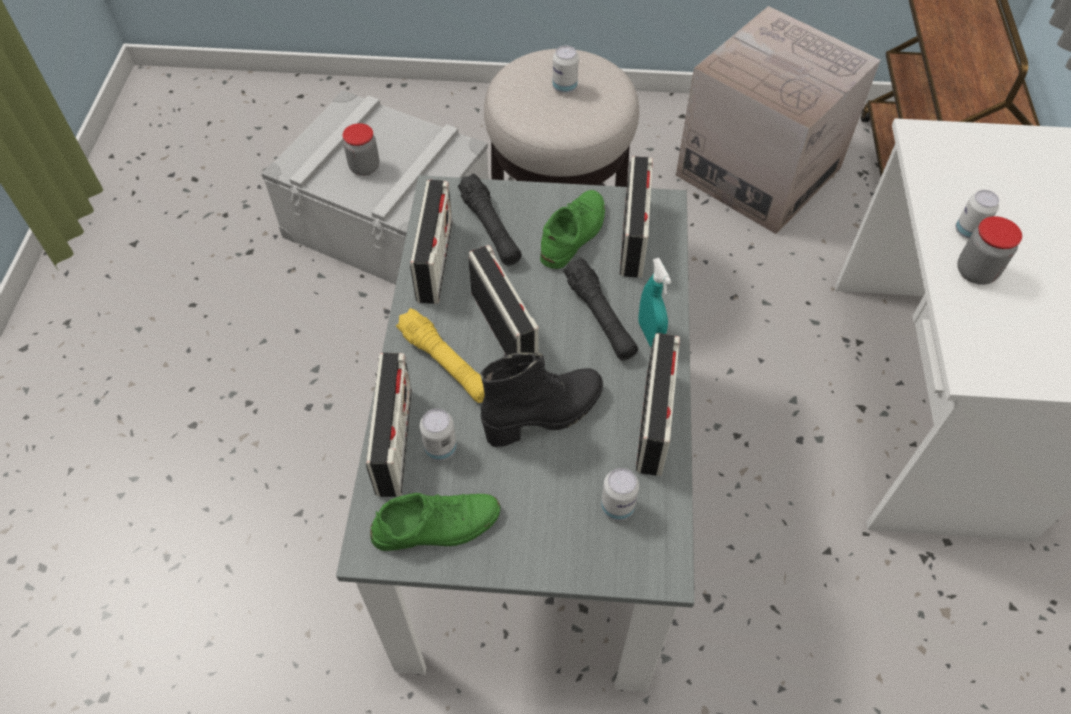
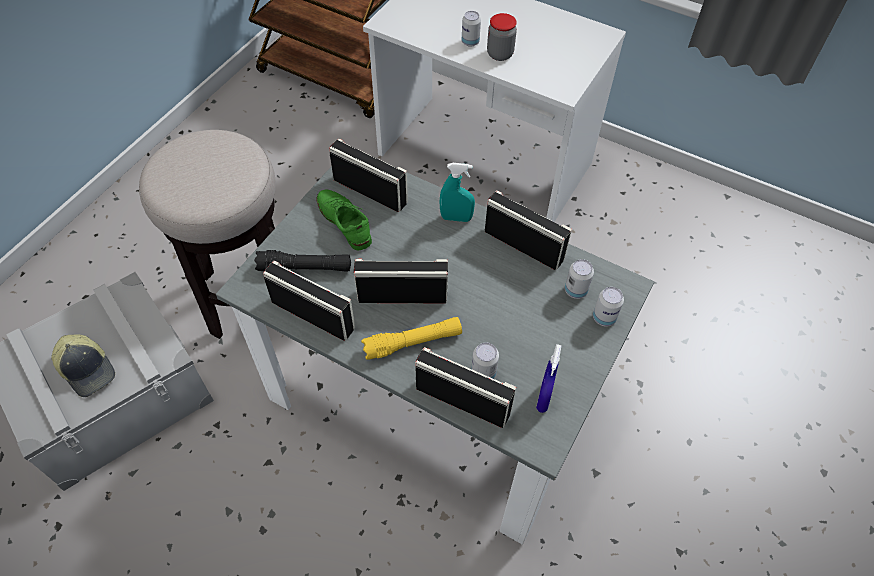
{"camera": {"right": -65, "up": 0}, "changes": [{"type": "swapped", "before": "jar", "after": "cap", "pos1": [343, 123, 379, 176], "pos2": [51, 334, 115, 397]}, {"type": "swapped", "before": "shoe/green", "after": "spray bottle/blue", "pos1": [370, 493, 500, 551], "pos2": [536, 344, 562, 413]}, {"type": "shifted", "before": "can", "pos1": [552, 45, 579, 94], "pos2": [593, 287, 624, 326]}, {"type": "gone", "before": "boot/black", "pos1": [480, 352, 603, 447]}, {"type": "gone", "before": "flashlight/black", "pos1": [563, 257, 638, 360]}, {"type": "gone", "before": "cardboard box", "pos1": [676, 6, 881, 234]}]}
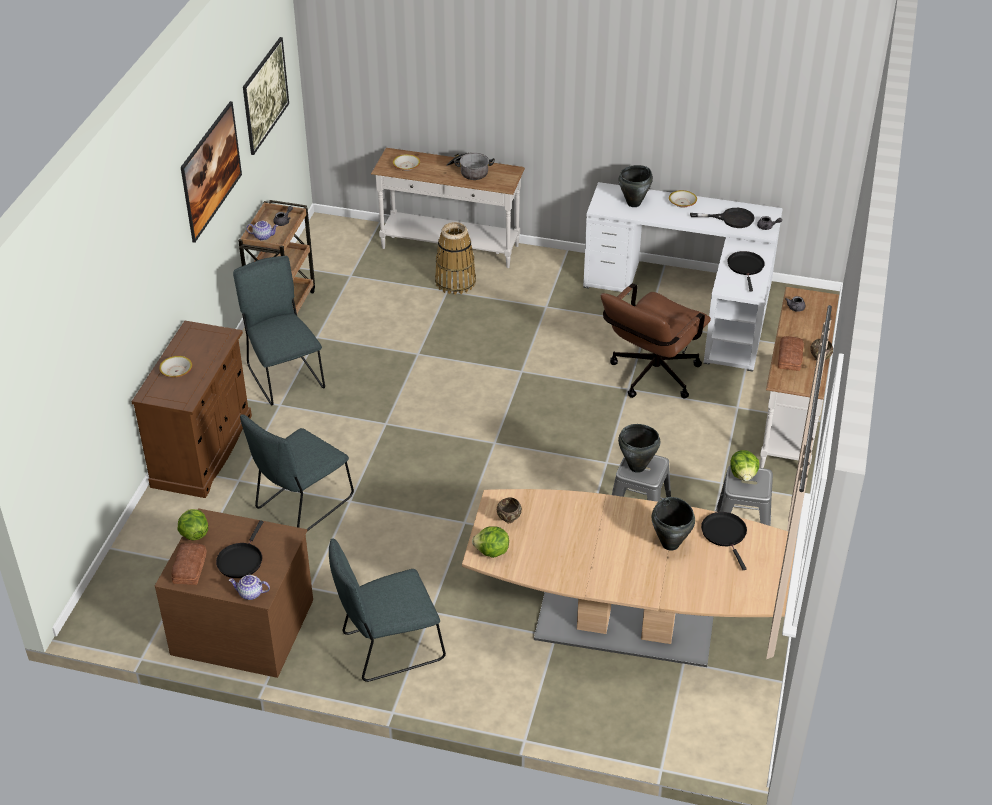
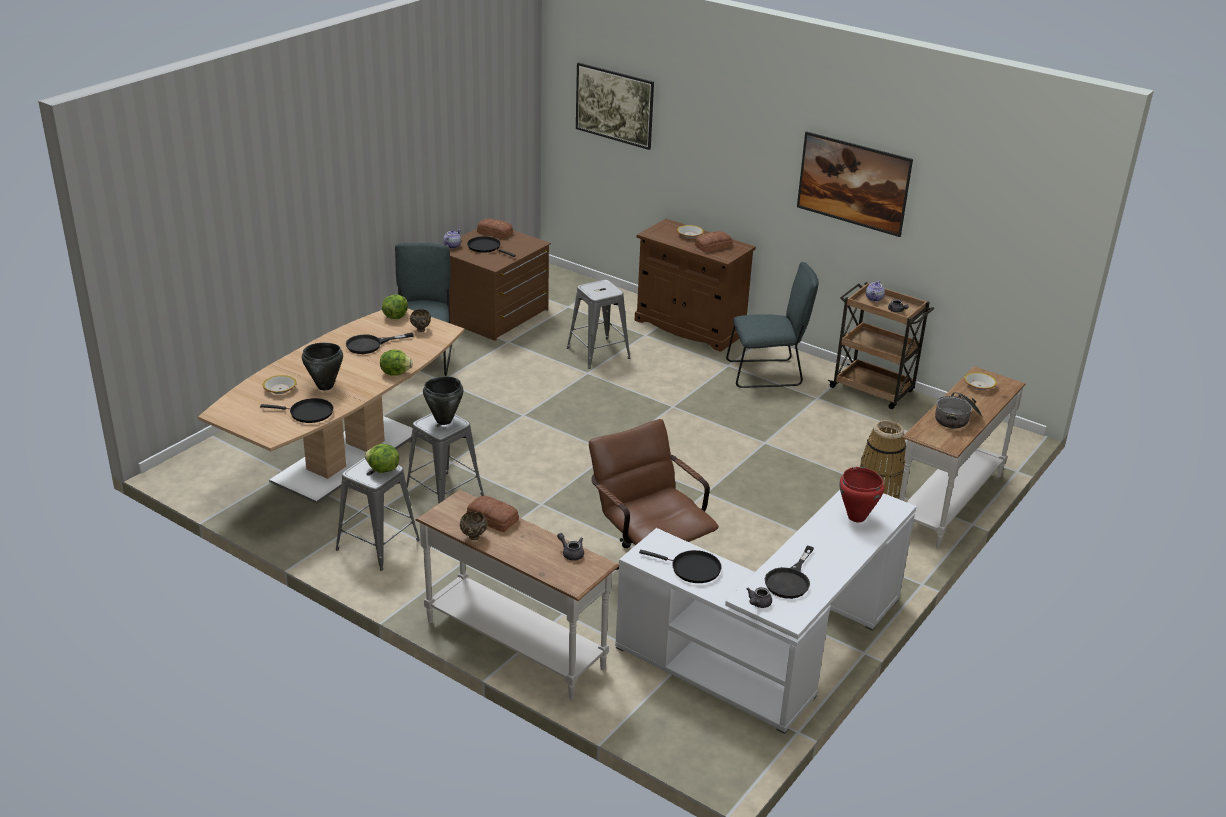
{"camera": {"right": 110, "up": -10}, "changes": [{"type": "shifted", "before": "bowl", "pos1": [669, 190, 697, 208], "pos2": [263, 375, 297, 394]}, {"type": "new", "after": "frying pan/black", "pos2": [345, 333, 414, 354]}, {"type": "shifted", "before": "lettuce", "pos1": [177, 509, 208, 540], "pos2": [380, 349, 413, 376]}, {"type": "swapped", "before": "chair/grey", "after": "stool/grey", "pos1": [240, 414, 354, 530], "pos2": [567, 280, 630, 369]}, {"type": "shifted", "before": "picture", "pos1": [243, 37, 289, 155], "pos2": [576, 62, 654, 150]}, {"type": "new", "after": "bread", "pos2": [695, 231, 732, 252]}, {"type": "repainted", "before": "cooking pot/black", "after": "cooking pot/red", "pos1": [618, 165, 653, 207], "pos2": [839, 467, 884, 522]}]}
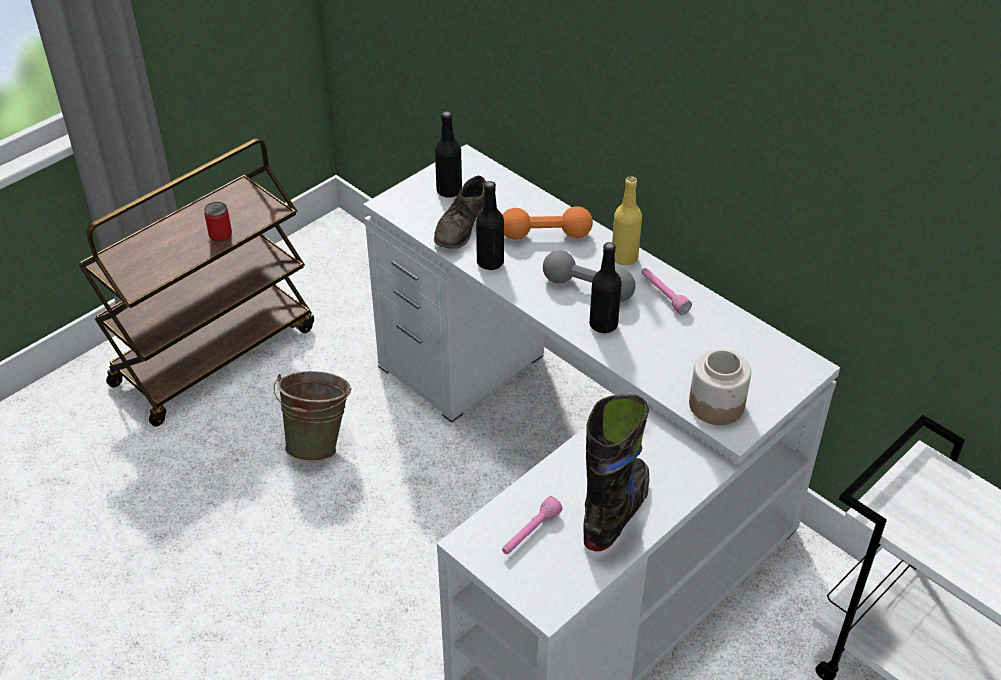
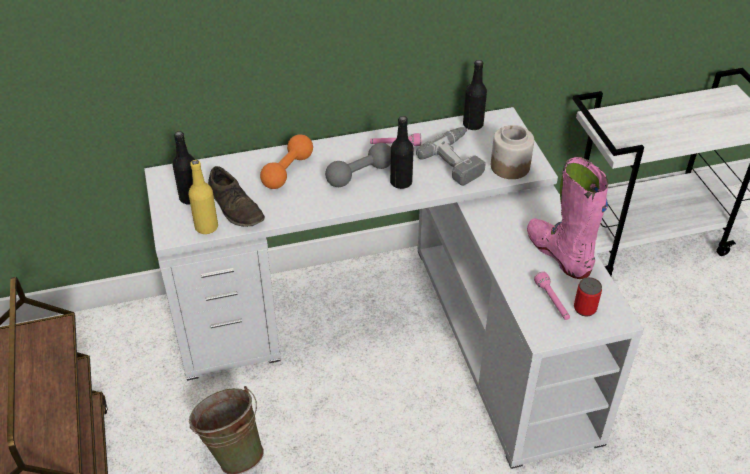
{"camera": {"right": -60, "up": 0}, "changes": [{"type": "shifted", "before": "bottle/yellow", "pos1": [612, 176, 642, 265], "pos2": [188, 160, 218, 234]}, {"type": "new", "after": "power drill", "pos2": [416, 127, 486, 186]}, {"type": "shifted", "before": "bottle/black", "pos1": [476, 181, 504, 270], "pos2": [463, 60, 487, 130]}, {"type": "repainted", "before": "boot/black", "after": "boot/pink", "pos1": [584, 394, 649, 551], "pos2": [527, 157, 608, 279]}, {"type": "shifted", "before": "can", "pos1": [204, 202, 232, 242], "pos2": [574, 277, 602, 316]}]}
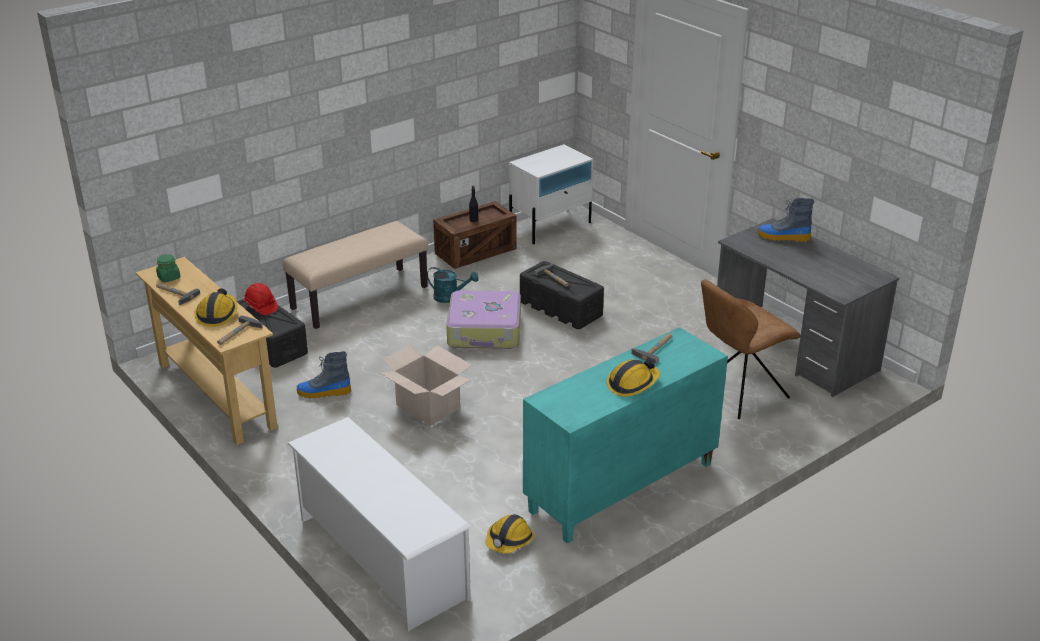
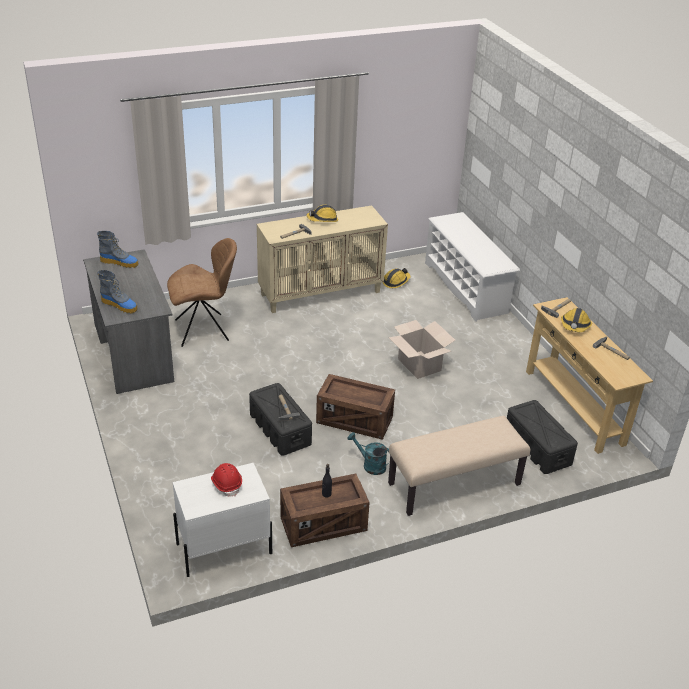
{"camera": {"right": -165, "up": 5}, "changes": [{"type": "shifted", "before": "boot", "pos1": [297, 351, 351, 399], "pos2": [97, 231, 139, 268]}, {"type": "shifted", "before": "hard hat/red", "pos1": [244, 283, 278, 315], "pos2": [211, 463, 242, 497]}, {"type": "repainted", "before": "cabinet/turquoise", "after": "cabinet/beige", "pos1": [523, 327, 728, 544], "pos2": [257, 205, 388, 313]}, {"type": "swapped", "before": "suitcase", "after": "crate", "pos1": [446, 290, 521, 349], "pos2": [316, 374, 395, 440]}, {"type": "gone", "before": "jar/green", "pos1": [156, 254, 180, 282]}]}
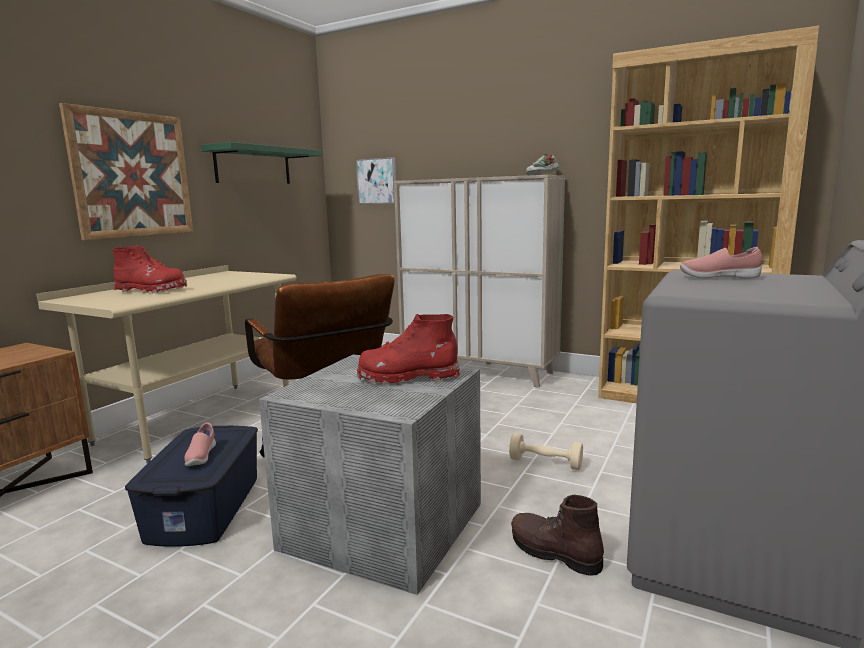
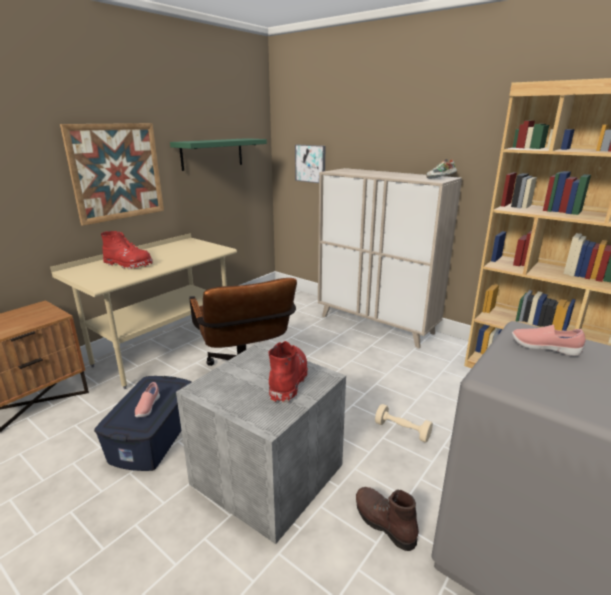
{"camera": {"right": 10, "up": 10}, "changes": [{"type": "rotated", "before": "boot/red", "pos1": [357, 314, 460, 386], "pos2": [269, 341, 308, 403], "turn": 90}]}
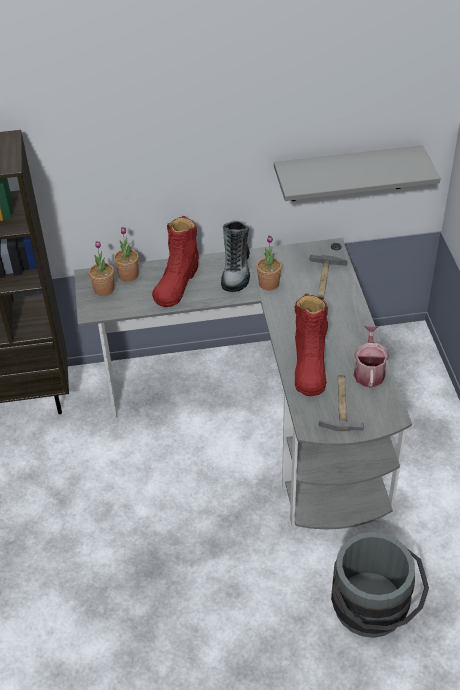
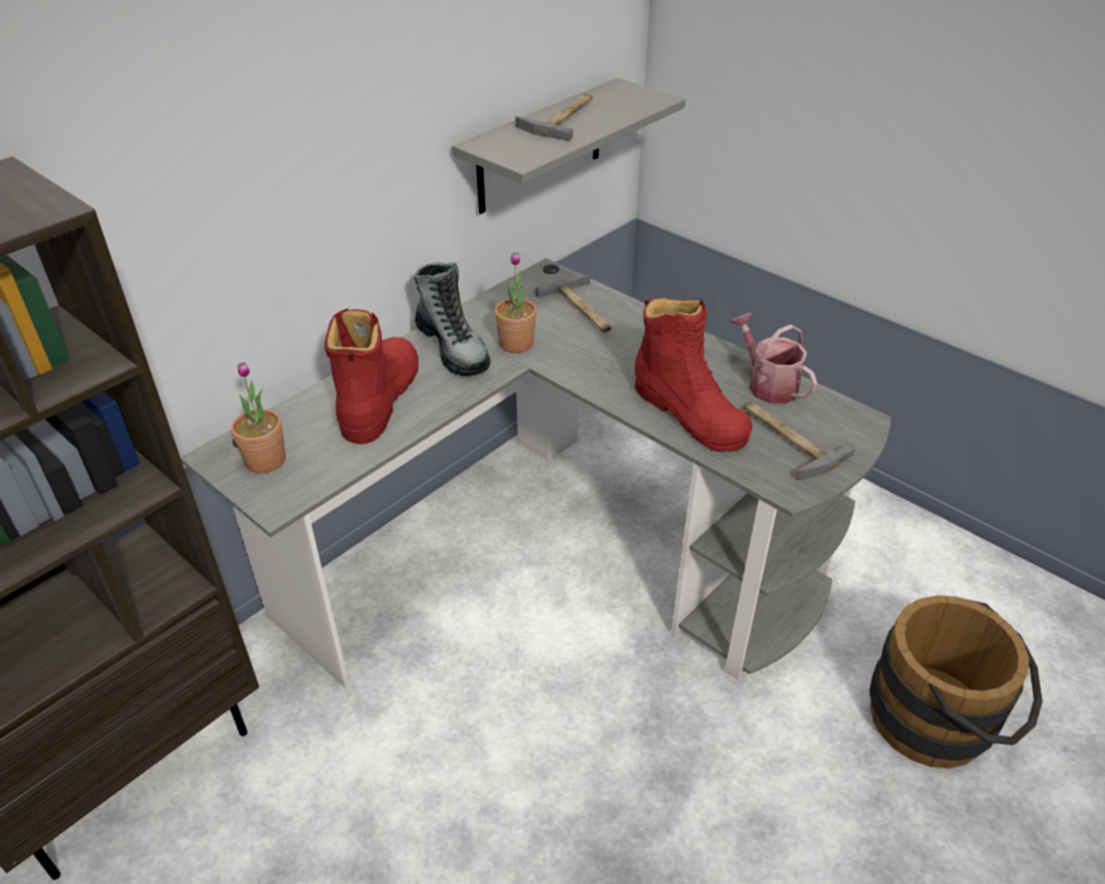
{"camera": {"right": -40, "up": -5}, "changes": [{"type": "rotated", "before": "boot/red", "pos1": [152, 216, 199, 307], "pos2": [325, 308, 418, 444], "turn": -150}, {"type": "new", "after": "hammer", "pos2": [515, 94, 593, 141]}, {"type": "repainted", "before": "bucket/grey", "after": "bucket/brown", "pos1": [331, 532, 429, 638], "pos2": [869, 595, 1043, 768]}, {"type": "gone", "before": "potted plant", "pos1": [114, 227, 139, 282]}]}
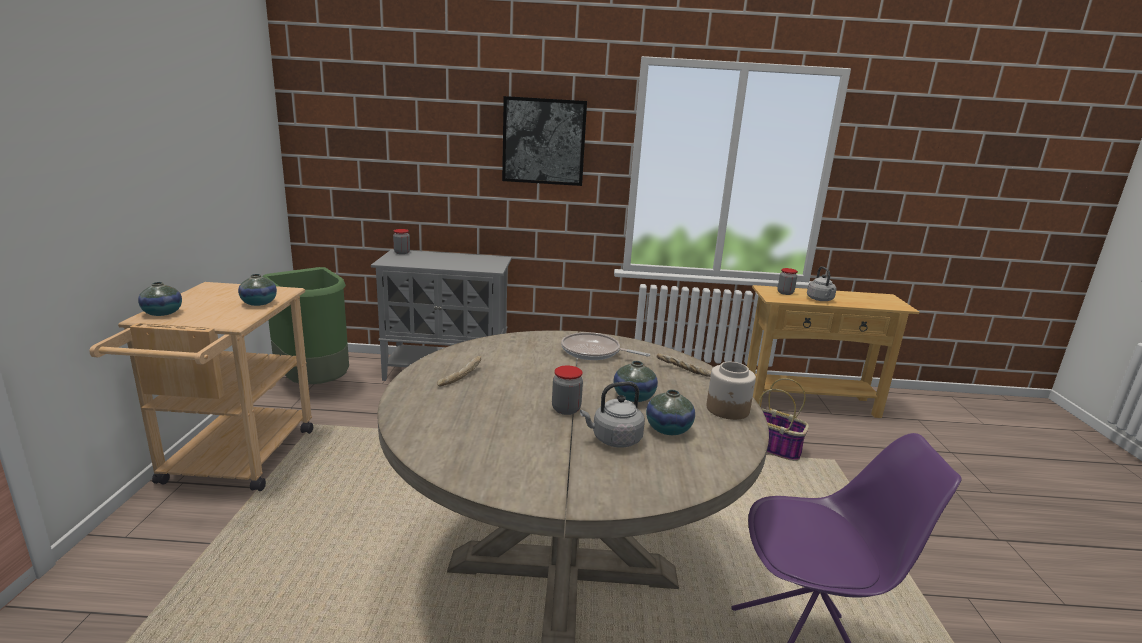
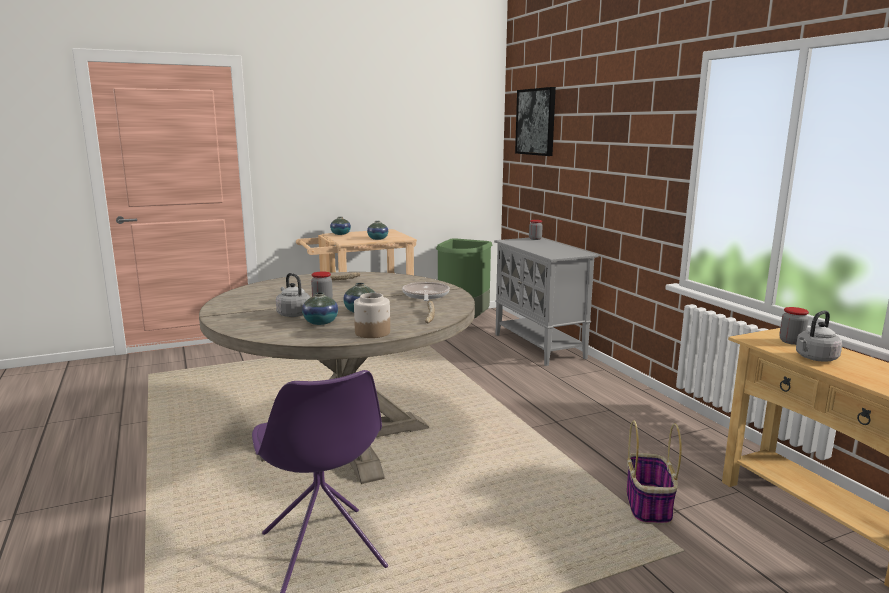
{"camera": {"right": 65, "up": -5}, "changes": [{"type": "shifted", "before": "picture", "pos1": [502, 96, 587, 186], "pos2": [515, 87, 556, 156]}]}
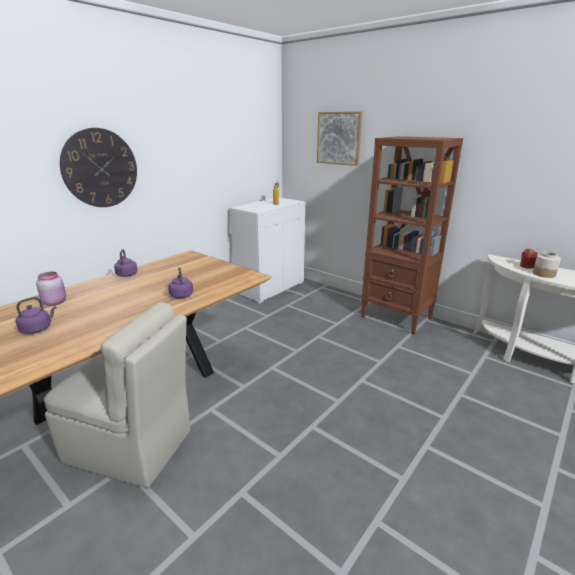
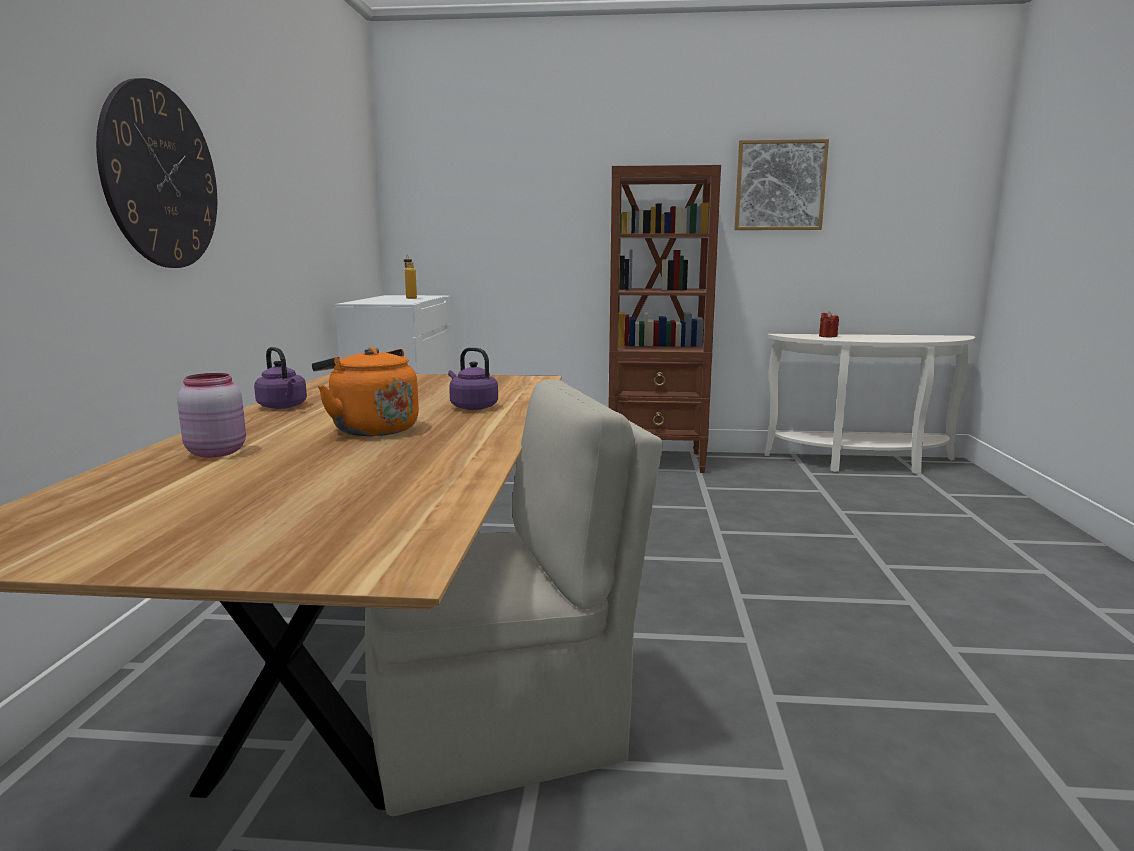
{"camera": {"right": -35, "up": -10}, "changes": [{"type": "new", "after": "kettle/orange", "pos2": [312, 347, 419, 436]}, {"type": "shifted", "before": "picture", "pos1": [317, 112, 362, 166], "pos2": [734, 139, 829, 230]}, {"type": "gone", "before": "kettle/purple", "pos1": [16, 297, 57, 334]}, {"type": "gone", "before": "jar", "pos1": [533, 252, 561, 278]}]}
